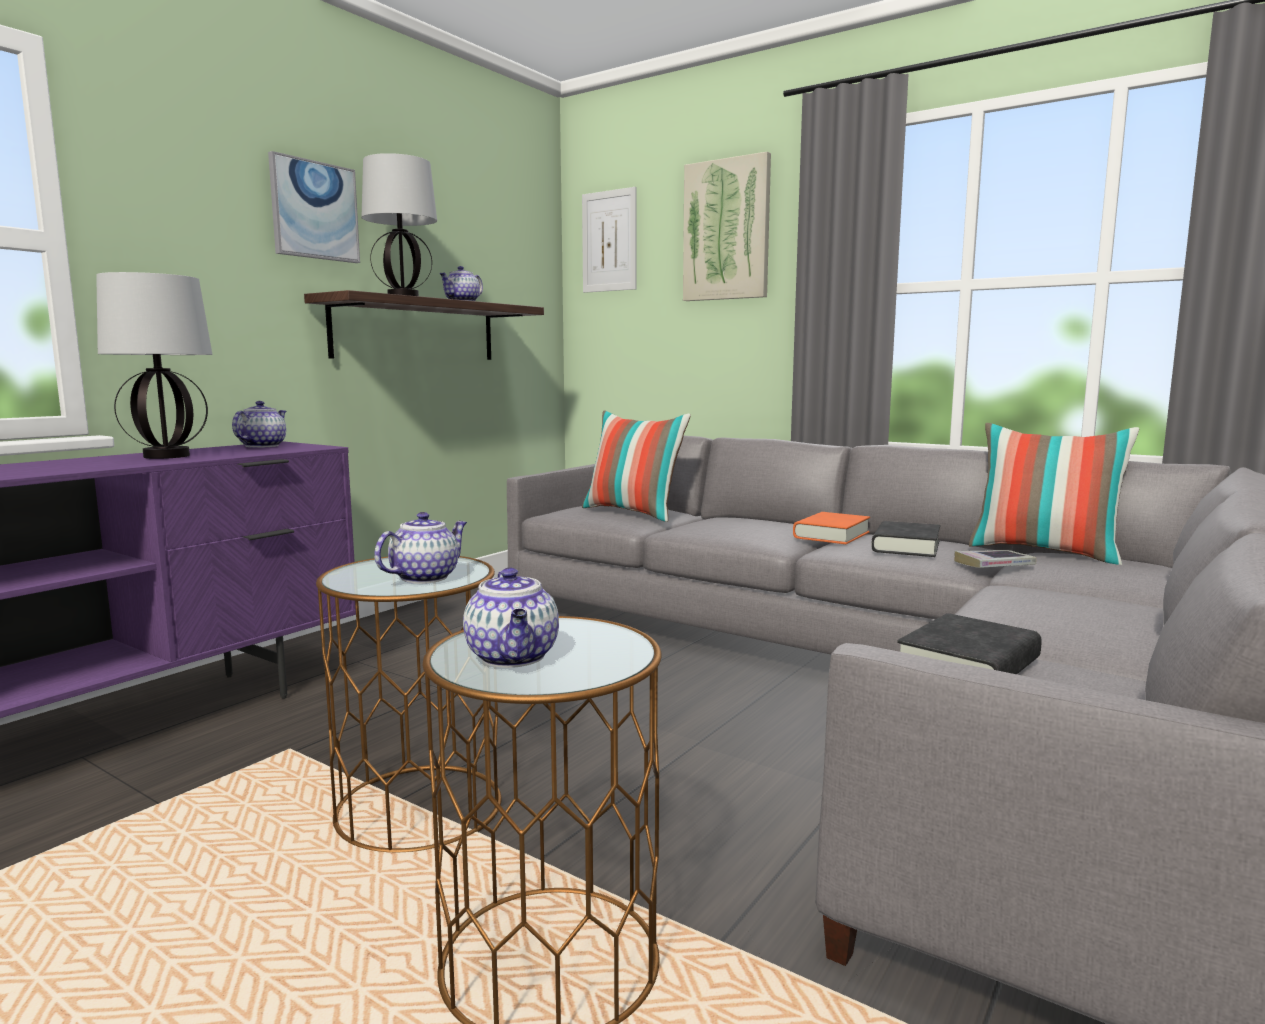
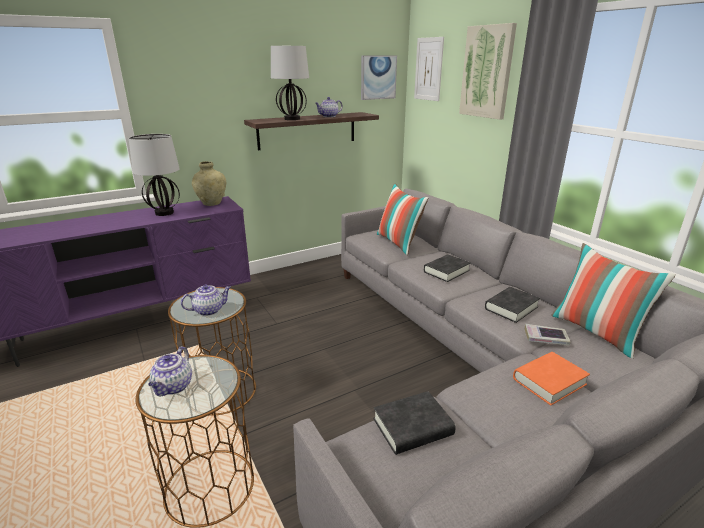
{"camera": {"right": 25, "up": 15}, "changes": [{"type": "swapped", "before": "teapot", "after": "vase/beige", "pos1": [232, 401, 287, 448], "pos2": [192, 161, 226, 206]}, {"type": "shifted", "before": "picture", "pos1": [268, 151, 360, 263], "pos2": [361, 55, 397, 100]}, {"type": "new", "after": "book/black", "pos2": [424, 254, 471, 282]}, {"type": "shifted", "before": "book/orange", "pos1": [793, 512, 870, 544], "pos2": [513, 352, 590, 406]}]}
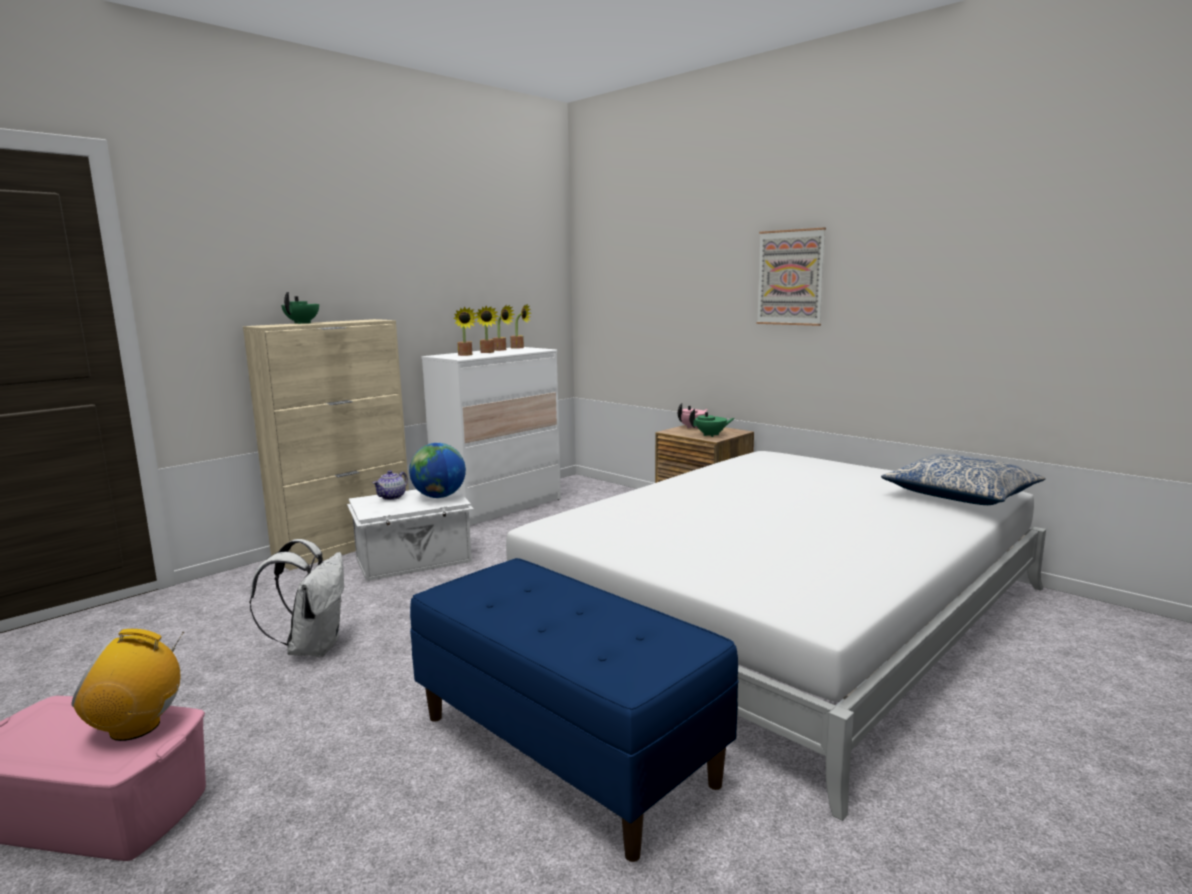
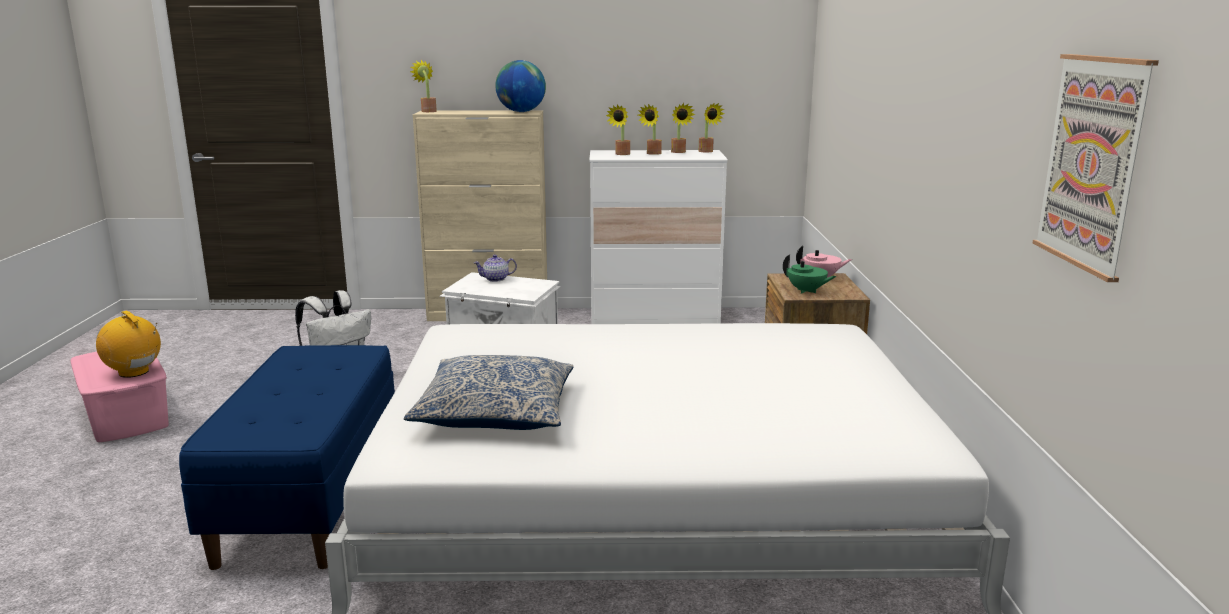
{"camera": {"right": 45, "up": 5}, "changes": [{"type": "shifted", "before": "pillow", "pos1": [881, 453, 1046, 505], "pos2": [404, 355, 573, 430]}, {"type": "new", "after": "potted plant", "pos2": [410, 60, 437, 112]}, {"type": "shifted", "before": "globe", "pos1": [409, 443, 466, 498], "pos2": [495, 60, 546, 112]}, {"type": "shifted", "before": "picture", "pos1": [756, 227, 826, 326], "pos2": [1032, 54, 1159, 282]}, {"type": "gone", "before": "teapot/green", "pos1": [281, 292, 319, 324]}]}
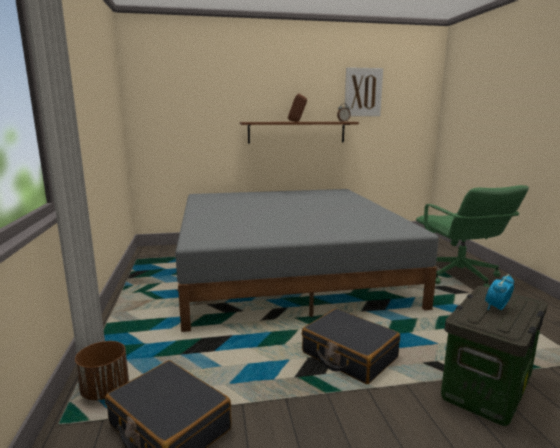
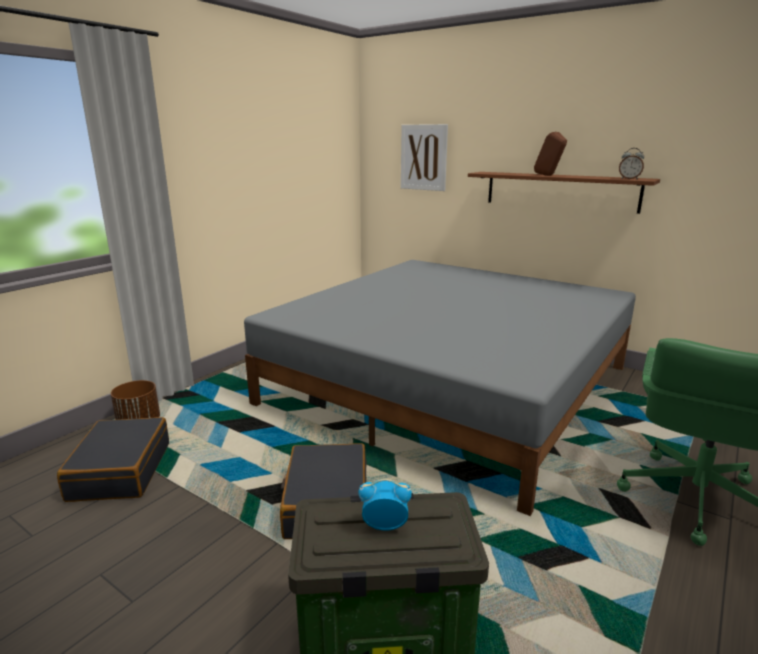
{"camera": {"right": 45, "up": 5}, "changes": [{"type": "shifted", "before": "picture", "pos1": [345, 67, 383, 116], "pos2": [401, 124, 448, 191]}]}
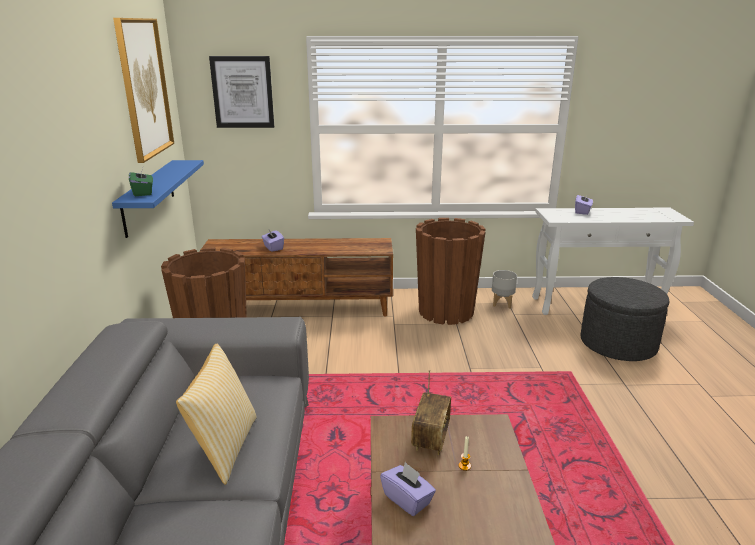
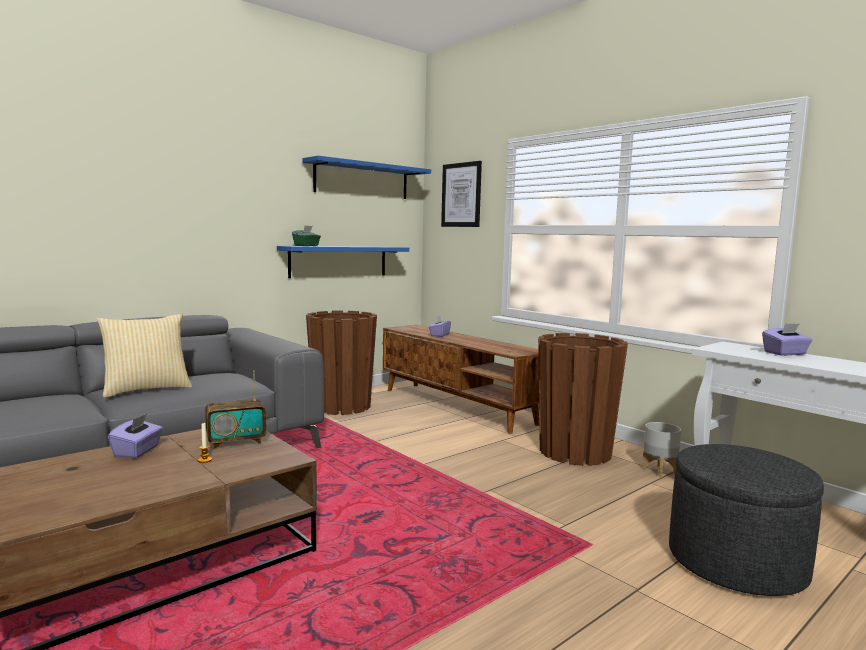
{"camera": {"right": 50, "up": -15}, "changes": [{"type": "swapped", "before": "picture", "after": "shelf/blue", "pos1": [113, 18, 174, 163], "pos2": [303, 156, 431, 199]}]}
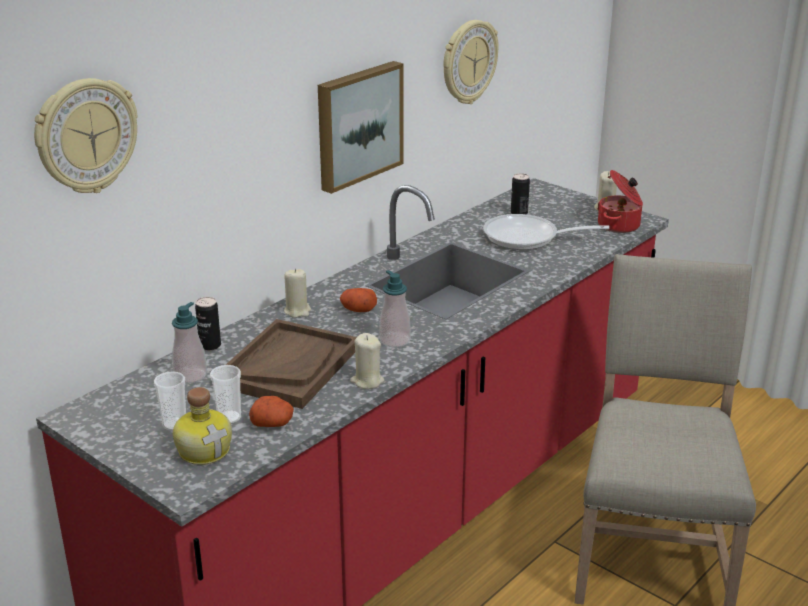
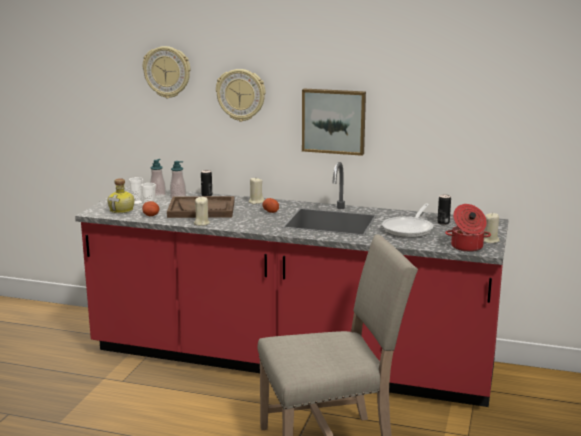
{"camera": {"right": 65, "up": -10}, "changes": [{"type": "shifted", "before": "soap dispenser", "pos1": [379, 270, 411, 347], "pos2": [150, 159, 166, 198]}, {"type": "shifted", "before": "wall clock", "pos1": [443, 20, 499, 104], "pos2": [216, 69, 266, 122]}, {"type": "rotated", "before": "frying pan", "pos1": [483, 214, 609, 250], "pos2": [382, 203, 433, 238], "turn": -135}]}
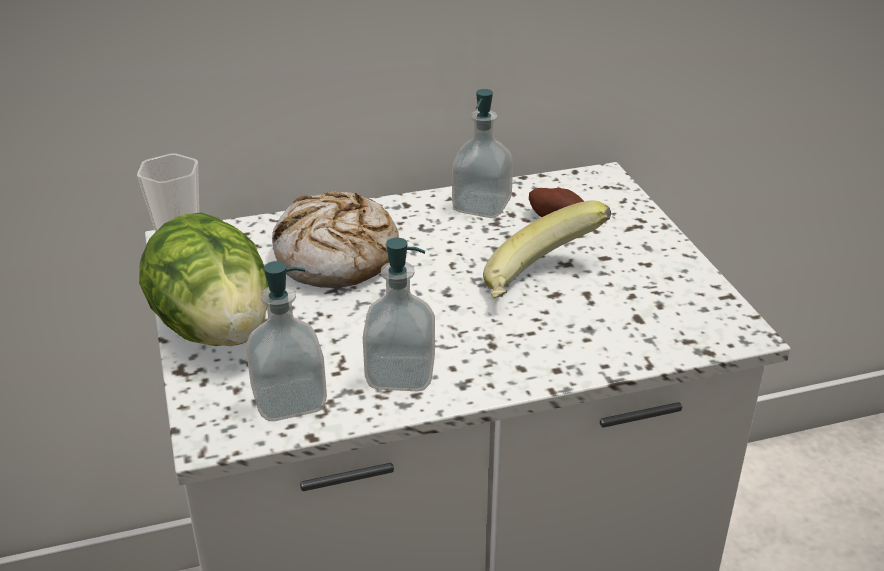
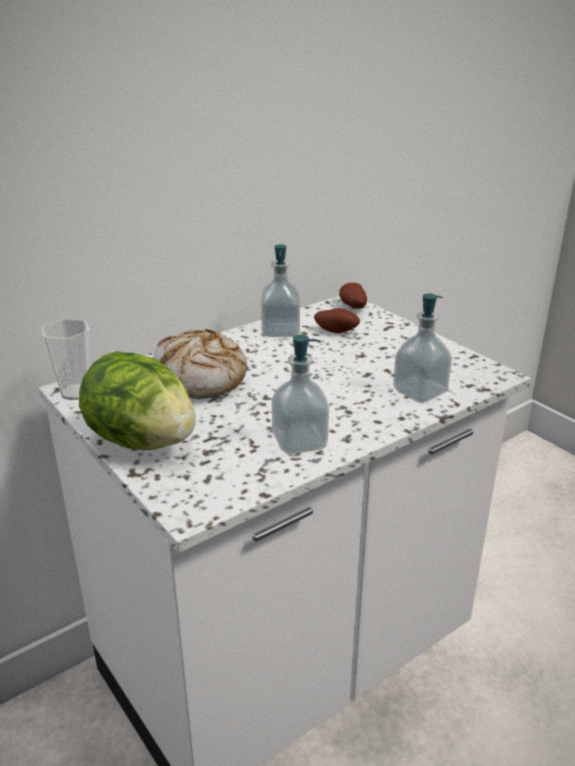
{"camera": {"right": -20, "up": -5}, "changes": [{"type": "new", "after": "potato", "pos2": [339, 283, 367, 308]}, {"type": "shifted", "before": "soap dispenser", "pos1": [246, 261, 327, 421], "pos2": [393, 293, 452, 403]}, {"type": "gone", "before": "banana", "pos1": [483, 201, 611, 298]}]}
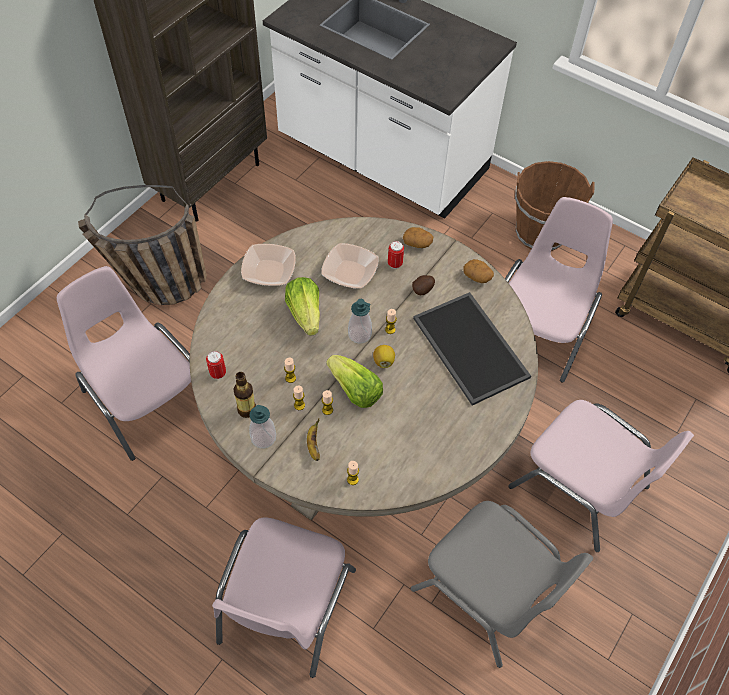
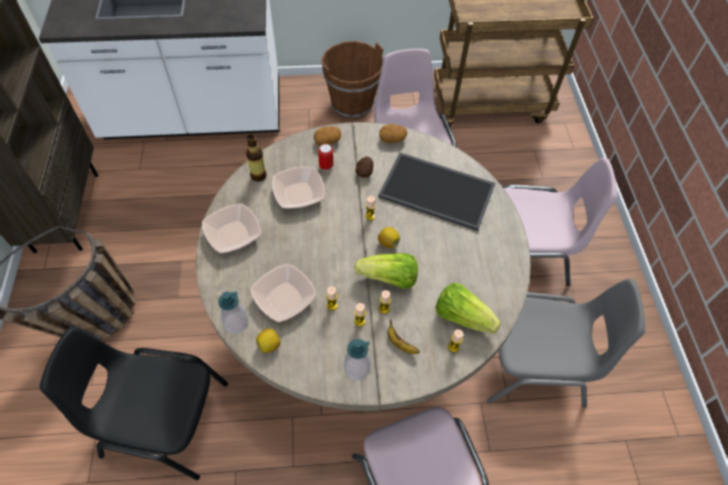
{"camera": {"right": -40, "up": 0}, "changes": [{"type": "repainted", "before": "chair/pink", "after": "chair/black", "pos1": [57, 266, 191, 461], "pos2": [40, 327, 228, 480]}, {"type": "shifted", "before": "soap dispenser", "pos1": [348, 299, 372, 344], "pos2": [218, 291, 248, 334]}, {"type": "shifted", "before": "bottle", "pos1": [233, 372, 256, 418], "pos2": [246, 134, 267, 182]}, {"type": "new", "after": "bowl", "pos2": [250, 264, 316, 322]}, {"type": "swapped", "before": "can", "after": "lemon", "pos1": [206, 351, 226, 379], "pos2": [256, 328, 280, 353]}, {"type": "shifted", "before": "lettuce", "pos1": [285, 277, 320, 336], "pos2": [436, 283, 501, 334]}]}
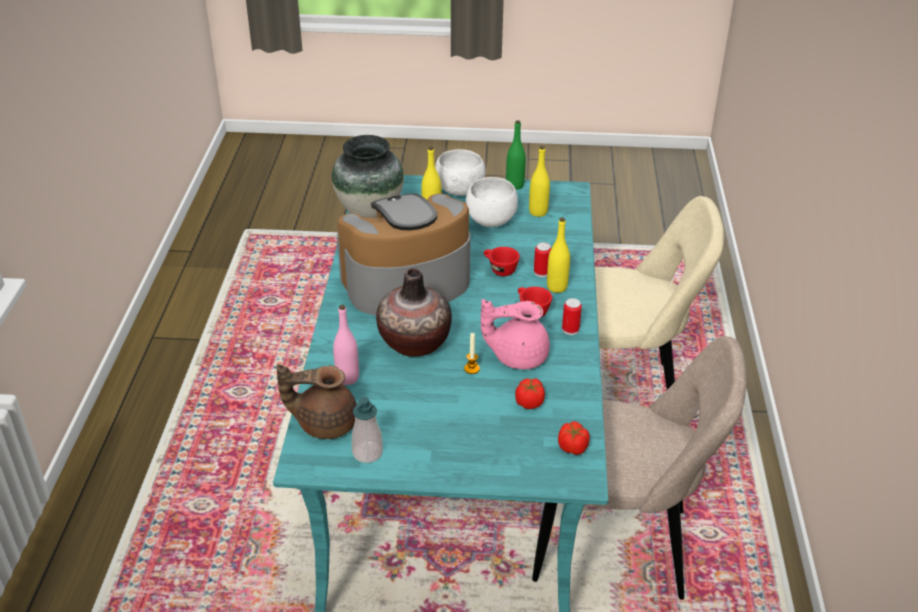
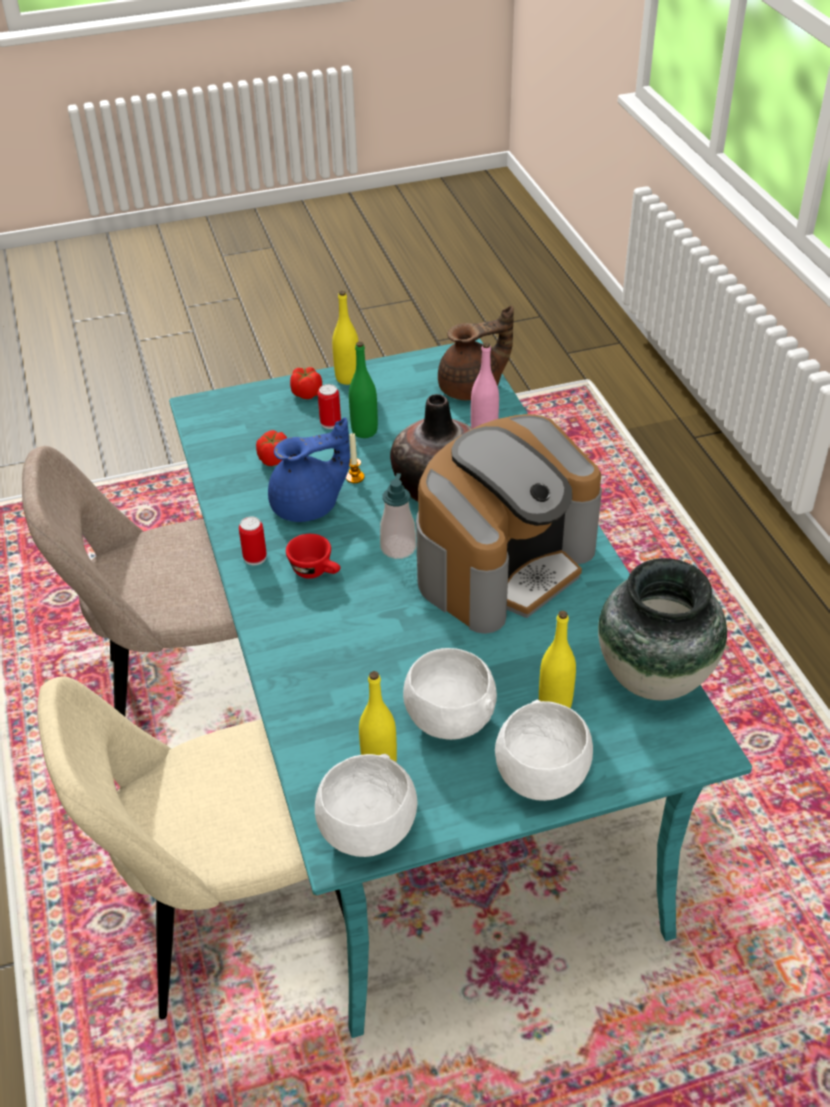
{"camera": {"right": 160, "up": 5}, "changes": [{"type": "repainted", "before": "teapot/pink", "after": "teapot/blue", "pos1": [481, 299, 550, 369], "pos2": [268, 417, 350, 522]}, {"type": "shifted", "before": "tomato", "pos1": [558, 421, 590, 455], "pos2": [290, 367, 322, 399]}, {"type": "new", "after": "bowl/white", "pos2": [315, 754, 417, 857]}, {"type": "shifted", "before": "can", "pos1": [534, 242, 551, 277], "pos2": [318, 384, 341, 429]}, {"type": "shifted", "before": "bottle/yellow", "pos1": [547, 217, 570, 293], "pos2": [332, 291, 359, 385]}, {"type": "shifted", "before": "bottle/green", "pos1": [506, 120, 526, 190], "pos2": [349, 341, 378, 438]}, {"type": "shifted", "before": "soap dispenser", "pos1": [352, 397, 383, 463], "pos2": [380, 473, 416, 559]}, {"type": "gone", "before": "cup/red", "pos1": [484, 247, 520, 276]}]}
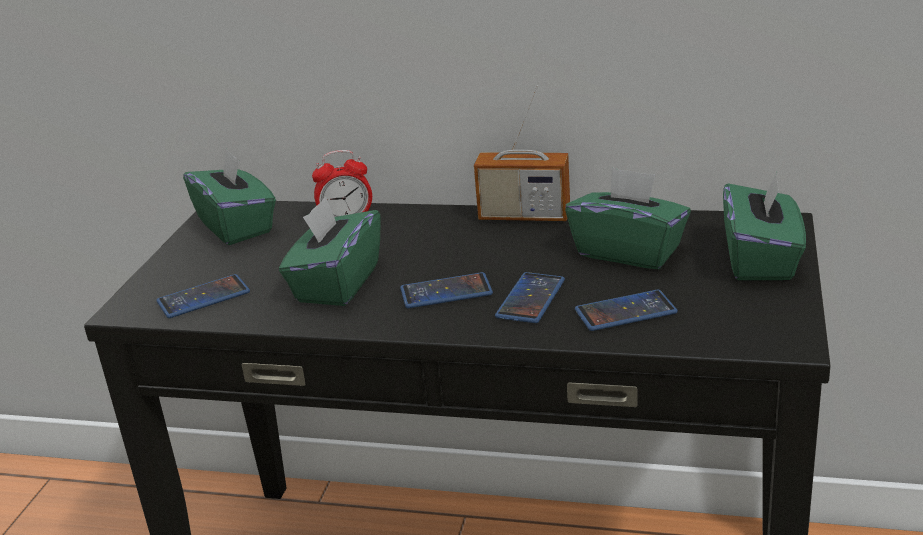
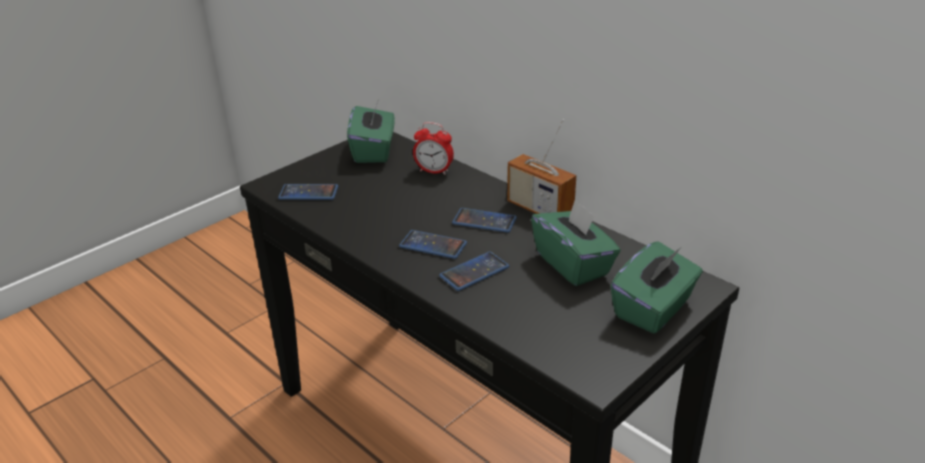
{"camera": {"right": 30, "up": 5}, "changes": [{"type": "shifted", "before": "phone", "pos1": [575, 289, 678, 331], "pos2": [452, 208, 517, 233]}, {"type": "gone", "before": "tissue box/green", "pos1": [279, 196, 381, 306]}]}
